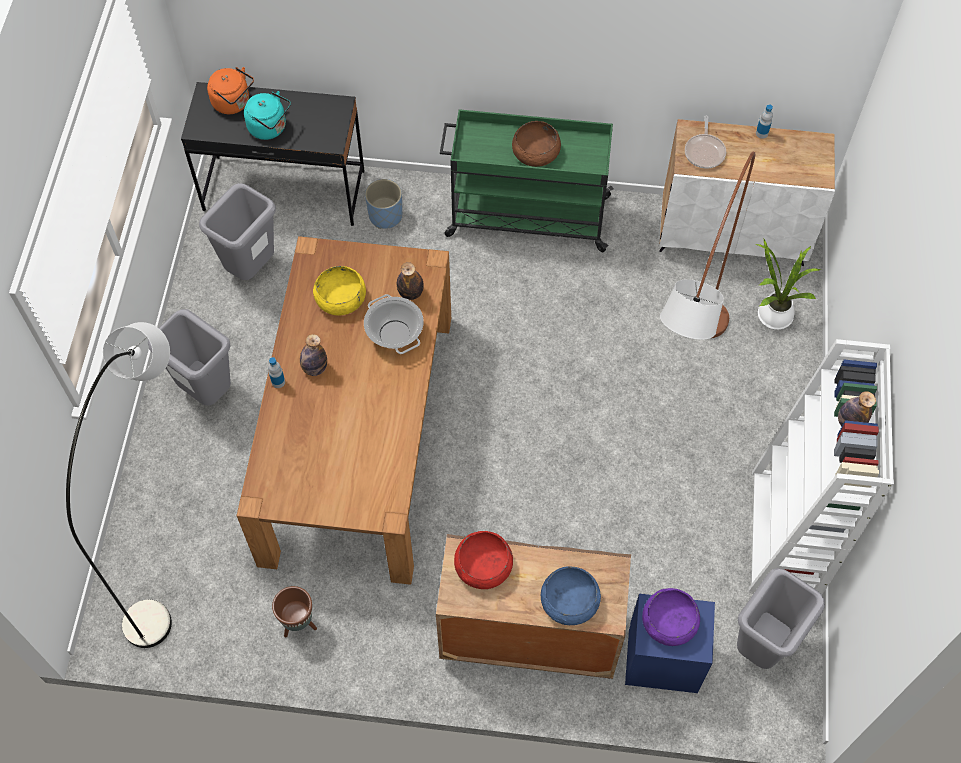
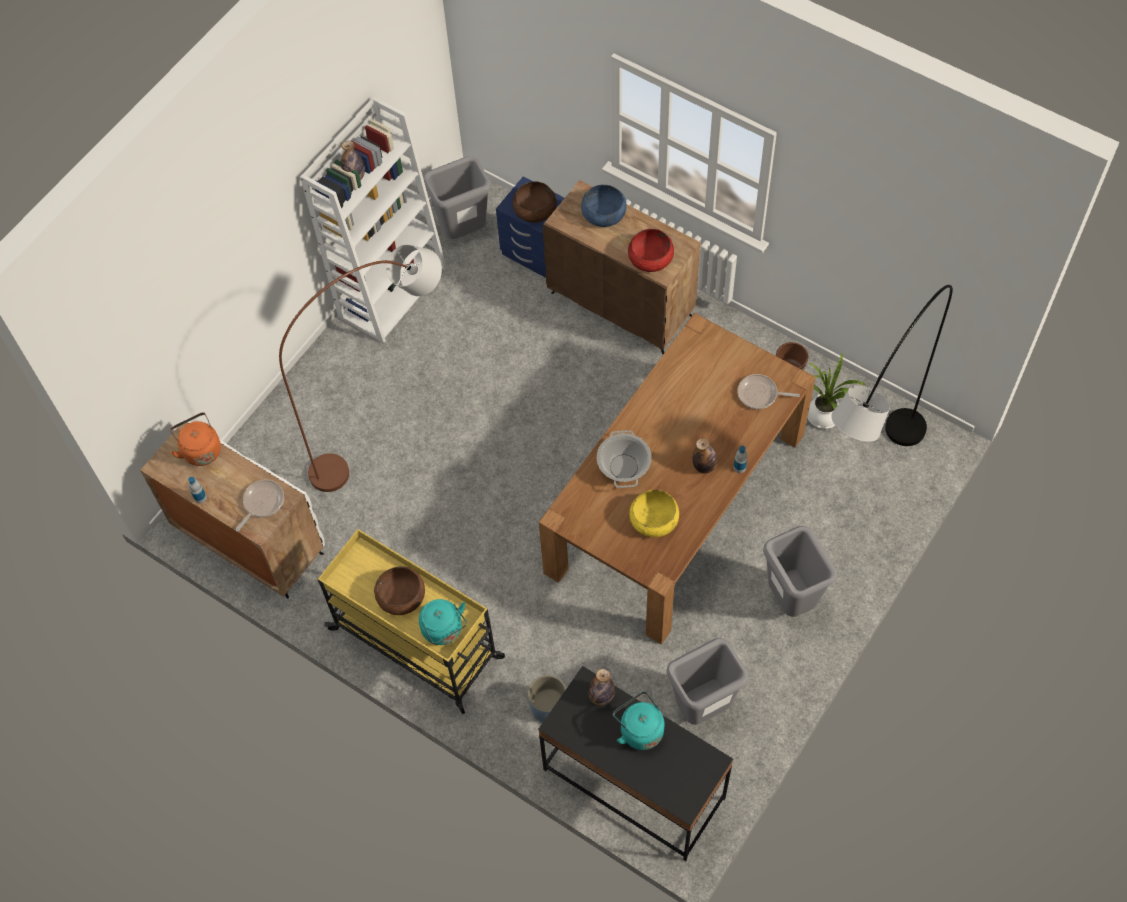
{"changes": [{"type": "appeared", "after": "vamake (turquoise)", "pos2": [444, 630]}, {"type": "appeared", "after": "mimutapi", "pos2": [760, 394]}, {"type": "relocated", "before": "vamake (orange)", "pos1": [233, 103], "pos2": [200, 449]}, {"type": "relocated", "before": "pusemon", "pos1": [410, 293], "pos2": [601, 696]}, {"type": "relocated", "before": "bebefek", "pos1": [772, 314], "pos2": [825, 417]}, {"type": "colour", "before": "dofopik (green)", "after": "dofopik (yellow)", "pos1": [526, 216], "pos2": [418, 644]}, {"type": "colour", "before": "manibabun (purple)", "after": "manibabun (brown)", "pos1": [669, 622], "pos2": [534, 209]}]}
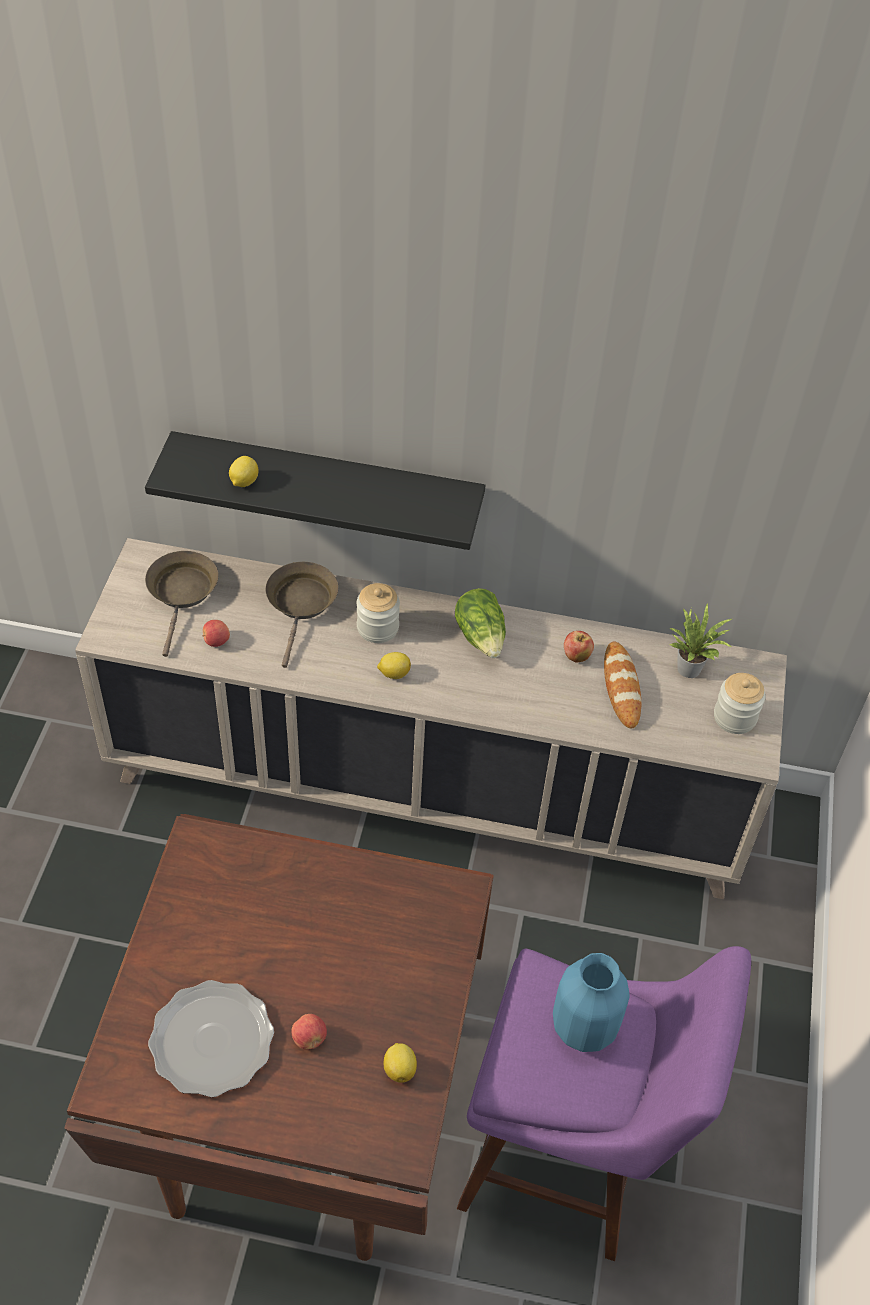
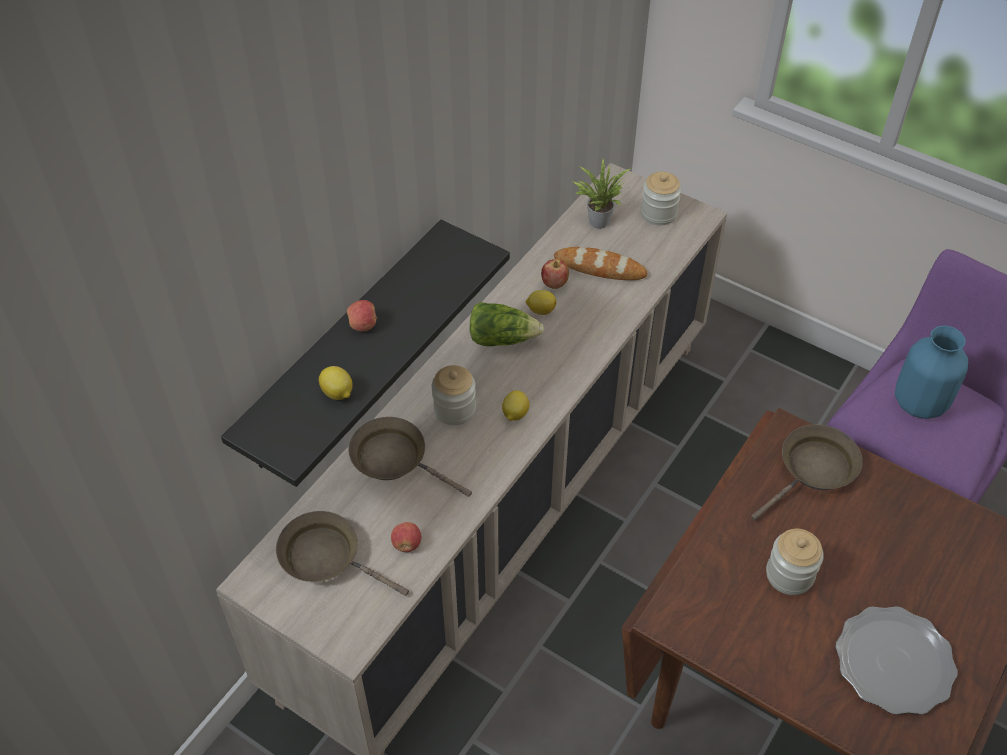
{"changes": [{"type": "appeared", "after": "mimutapi (brown)", "pos2": [813, 470]}, {"type": "appeared", "after": "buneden", "pos2": [789, 575]}, {"type": "relocated", "before": "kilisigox", "pos1": [309, 1038], "pos2": [363, 325]}, {"type": "relocated", "before": "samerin", "pos1": [400, 1068], "pos2": [540, 310]}]}
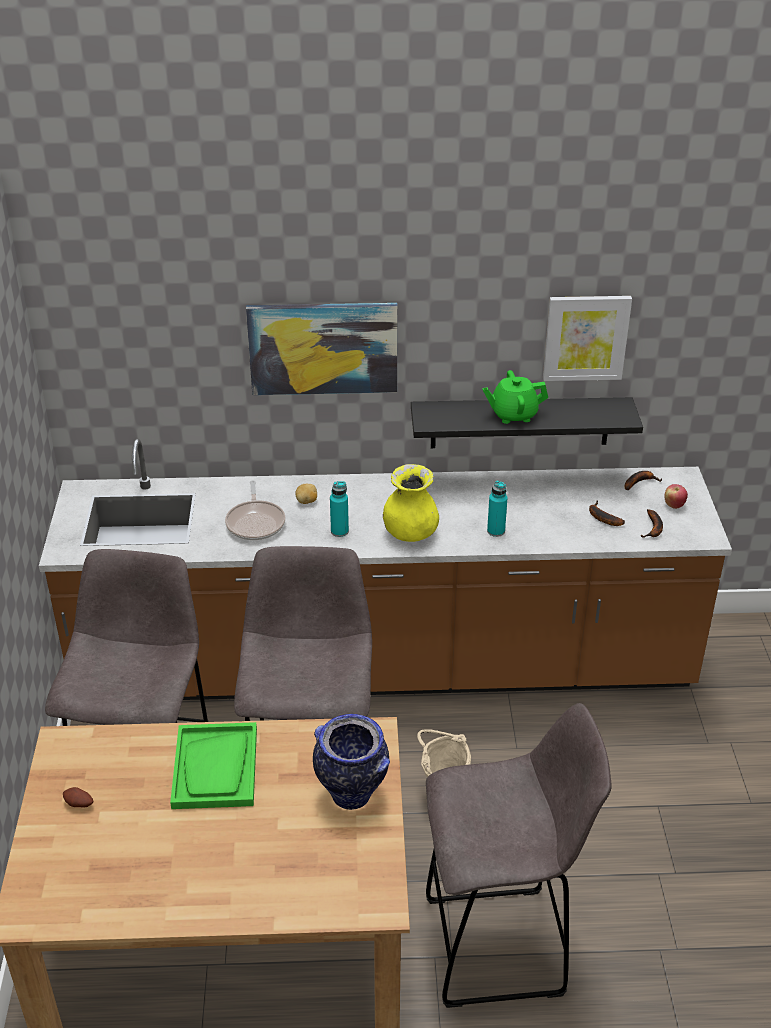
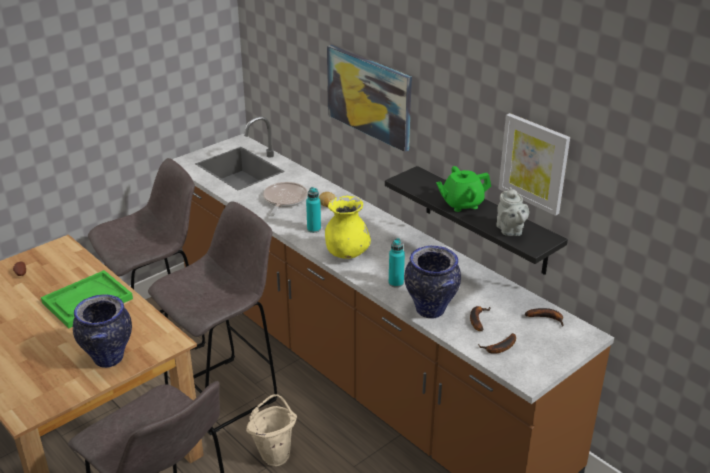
{"changes": [{"type": "missing", "before": "kilisigox", "pos1": [674, 505]}, {"type": "appeared", "after": "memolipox", "pos2": [431, 311]}, {"type": "appeared", "after": "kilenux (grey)", "pos2": [510, 231]}, {"type": "spun", "before": "mimutapi", "pos1": [256, 522], "pos2": [284, 200], "turn": 150}, {"type": "spun", "before": "kilenux (green)", "pos1": [513, 415], "pos2": [462, 204], "turn": -60}]}
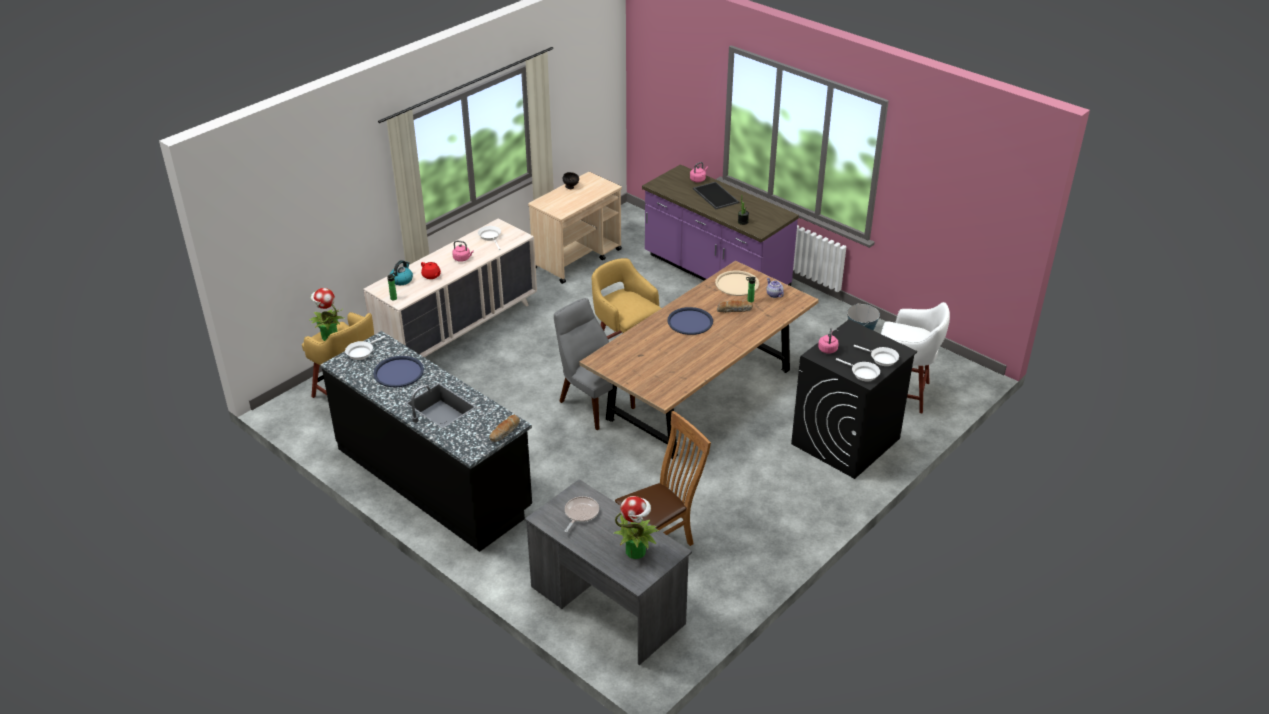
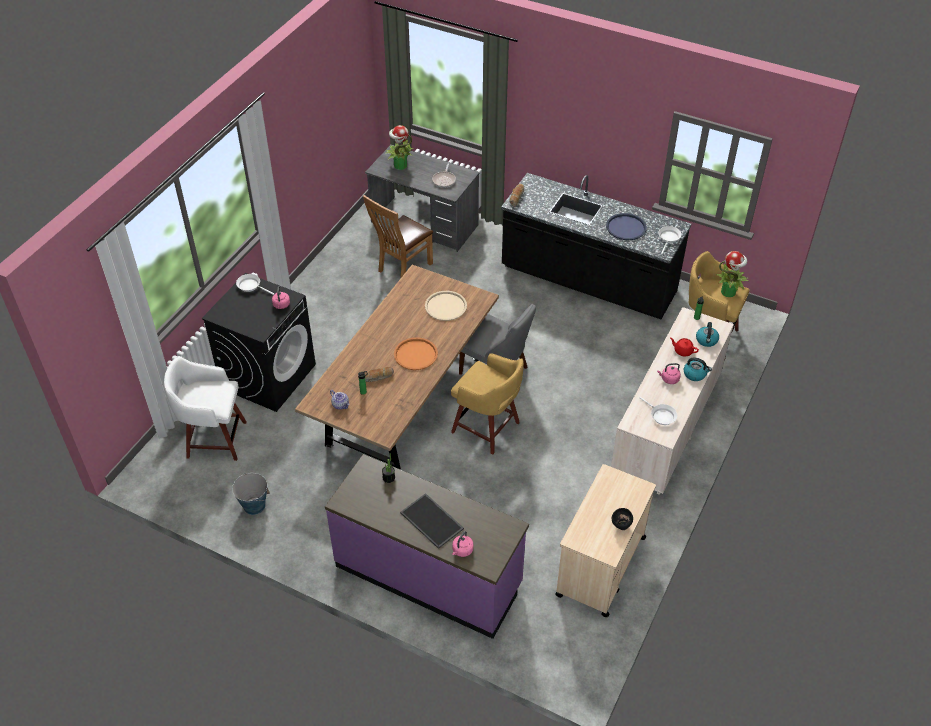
{"changes": [{"type": "missing", "before": "mimutapi (white)", "pos1": [881, 359]}, {"type": "appeared", "after": "vamake", "pos2": [695, 374]}, {"type": "relocated", "before": "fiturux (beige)", "pos1": [737, 284], "pos2": [445, 306]}, {"type": "colour", "before": "fiturux (blue)", "after": "fiturux (orange)", "pos1": [690, 322], "pos2": [415, 354]}]}
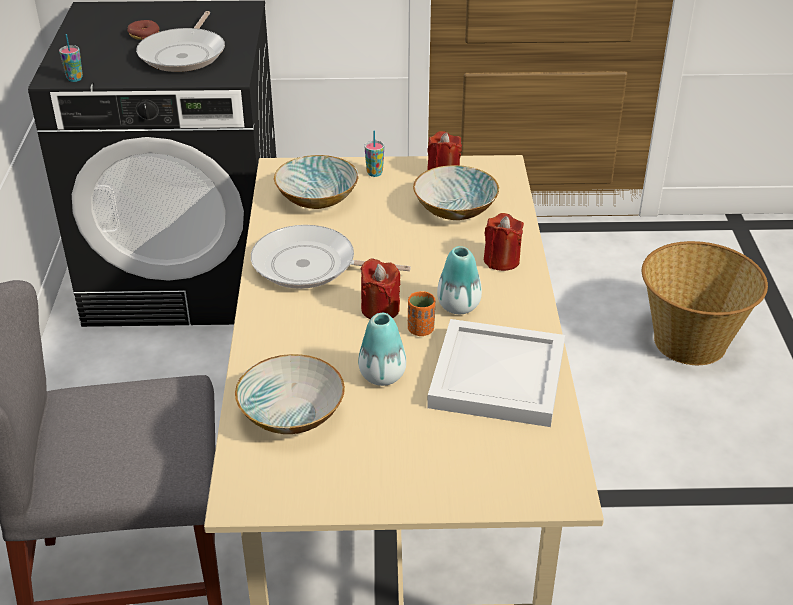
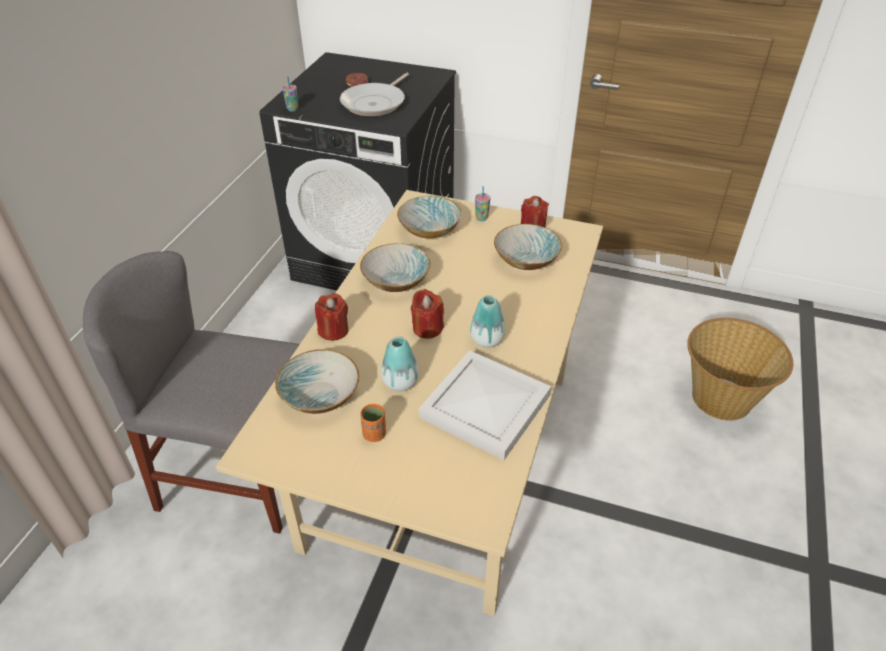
{"changes": [{"type": "relocated", "before": "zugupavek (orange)", "pos1": [421, 330], "pos2": [374, 434]}, {"type": "relocated", "before": "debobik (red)", "pos1": [501, 260], "pos2": [333, 330]}, {"type": "exchanged", "before": "mimutapi", "after": "manibabun", "pos1": [310, 266], "pos2": [396, 281]}]}
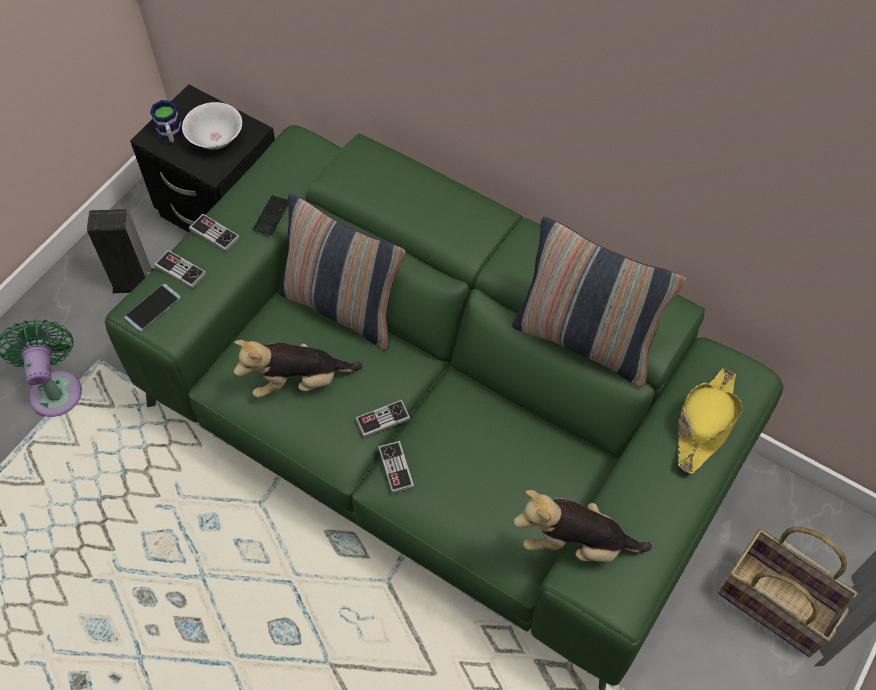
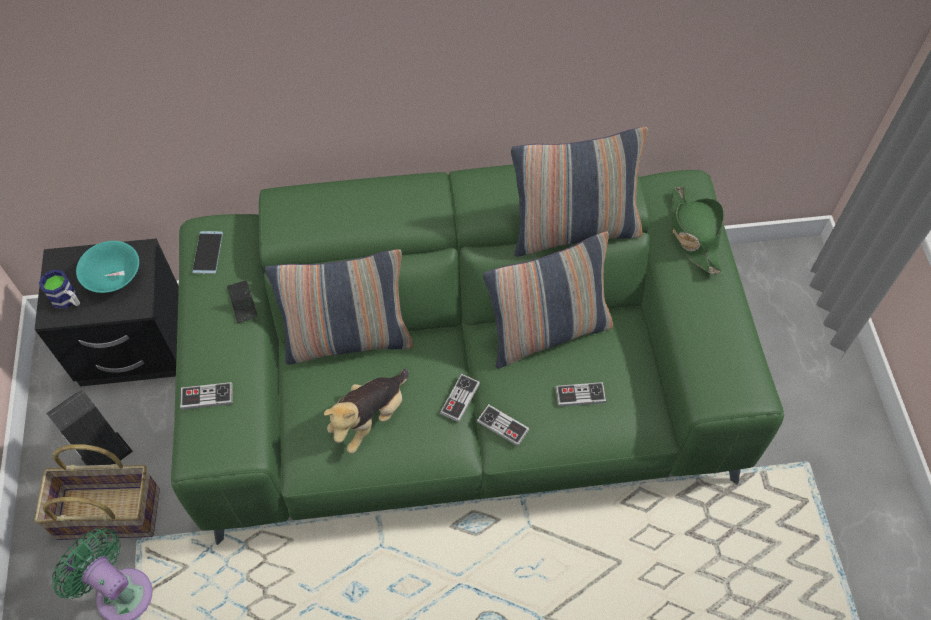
{"changes": [{"type": "missing", "before": "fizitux", "pos1": [575, 543]}, {"type": "appeared", "after": "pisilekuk", "pos2": [547, 332]}, {"type": "relocated", "before": "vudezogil", "pos1": [152, 307], "pos2": [208, 252]}, {"type": "relocated", "before": "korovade", "pos1": [214, 234], "pos2": [580, 395]}, {"type": "relocated", "before": "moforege", "pos1": [778, 602], "pos2": [110, 512]}, {"type": "colour", "before": "manibabun (white)", "after": "manibabun (turquoise)", "pos1": [216, 139], "pos2": [115, 278]}, {"type": "colour", "before": "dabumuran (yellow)", "after": "dabumuran (green)", "pos1": [705, 423], "pos2": [694, 234]}]}
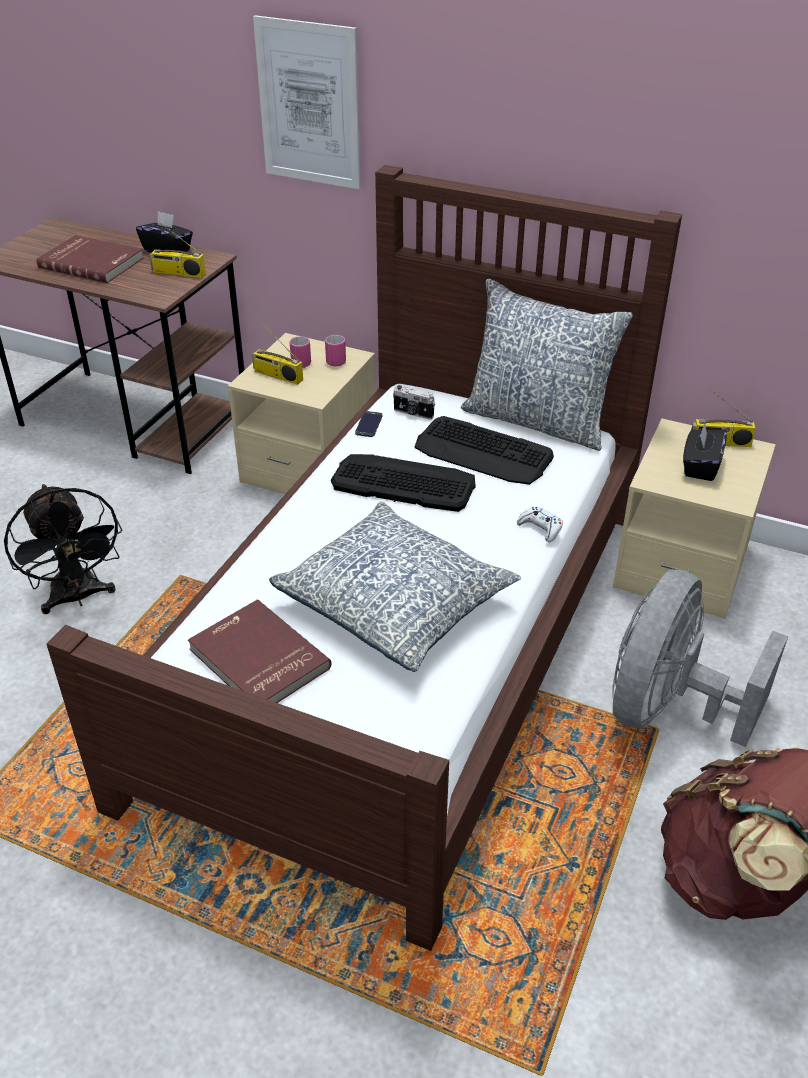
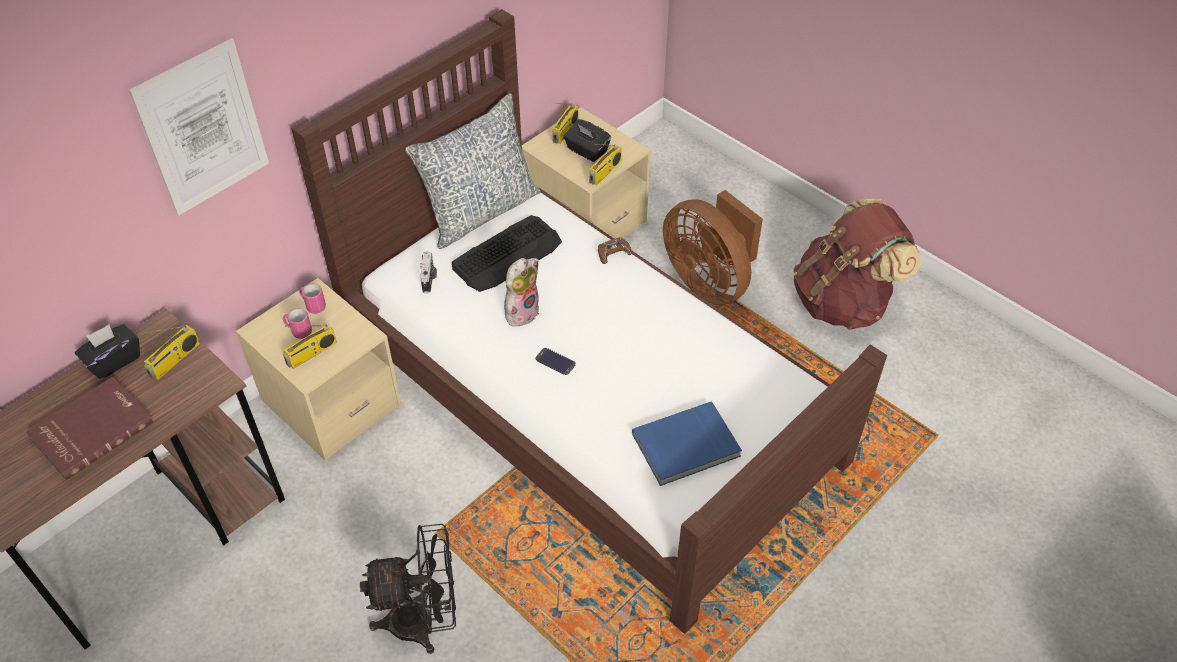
{"changes": [{"type": "missing", "before": "pisilekuk", "pos1": [395, 603]}, {"type": "appeared", "after": "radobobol", "pos2": [605, 172]}, {"type": "relocated", "before": "vudezogil", "pos1": [369, 424], "pos2": [555, 361]}, {"type": "exchanged", "before": "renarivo", "after": "fizitux", "pos1": [403, 483], "pos2": [521, 311]}, {"type": "colour", "before": "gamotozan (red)", "after": "gamotozan (blue)", "pos1": [257, 660], "pos2": [686, 446]}, {"type": "colour", "before": "korovade (white)", "after": "korovade (brown)", "pos1": [540, 528], "pos2": [613, 253]}, {"type": "colour", "before": "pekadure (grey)", "after": "pekadure (brown)", "pos1": [668, 708], "pos2": [709, 281]}, {"type": "spun", "before": "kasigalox", "pos1": [413, 413], "pos2": [429, 279], "turn": -45}]}
